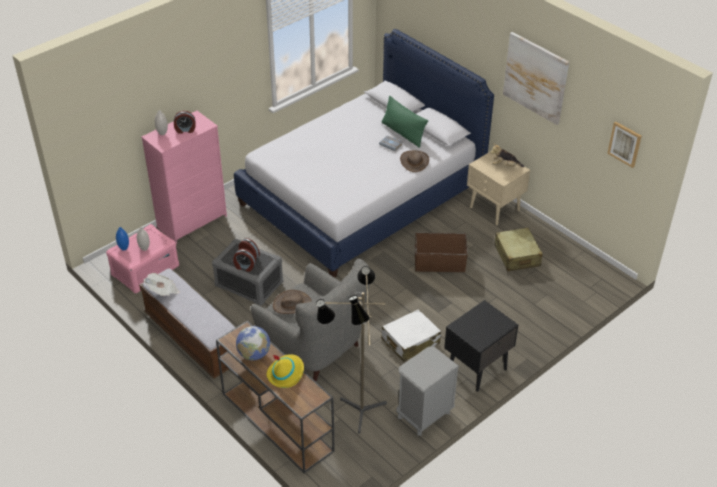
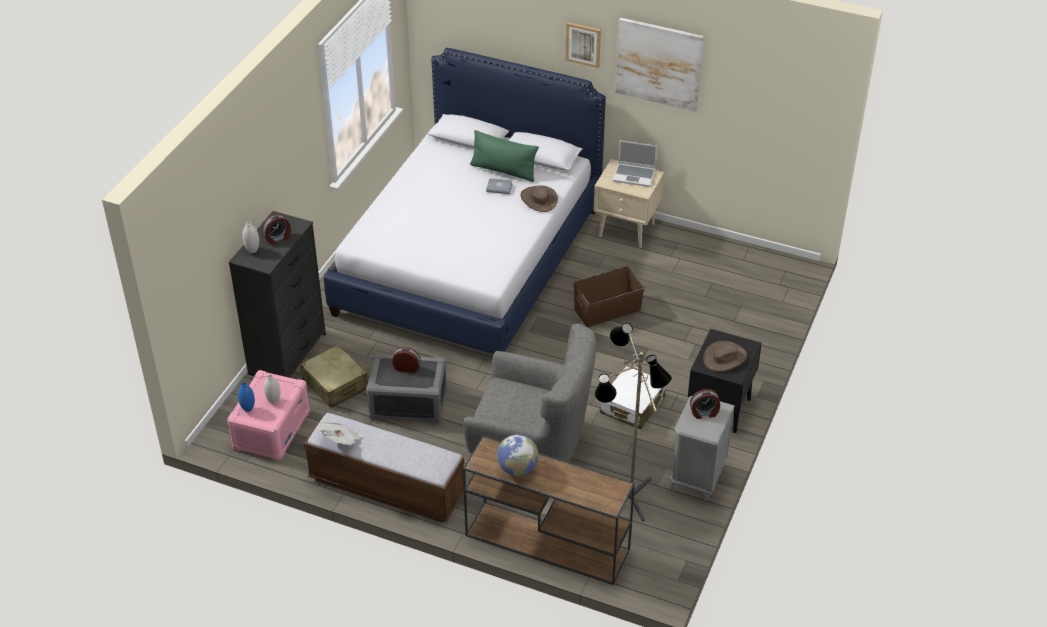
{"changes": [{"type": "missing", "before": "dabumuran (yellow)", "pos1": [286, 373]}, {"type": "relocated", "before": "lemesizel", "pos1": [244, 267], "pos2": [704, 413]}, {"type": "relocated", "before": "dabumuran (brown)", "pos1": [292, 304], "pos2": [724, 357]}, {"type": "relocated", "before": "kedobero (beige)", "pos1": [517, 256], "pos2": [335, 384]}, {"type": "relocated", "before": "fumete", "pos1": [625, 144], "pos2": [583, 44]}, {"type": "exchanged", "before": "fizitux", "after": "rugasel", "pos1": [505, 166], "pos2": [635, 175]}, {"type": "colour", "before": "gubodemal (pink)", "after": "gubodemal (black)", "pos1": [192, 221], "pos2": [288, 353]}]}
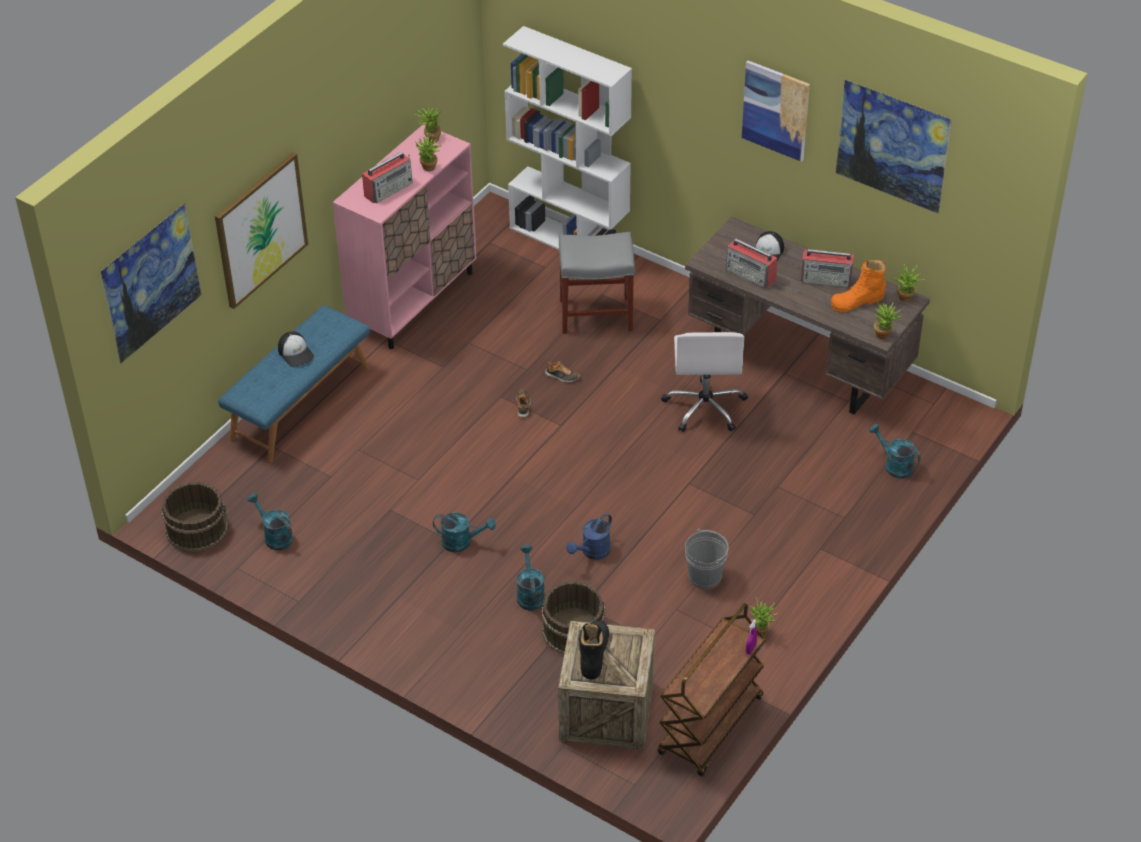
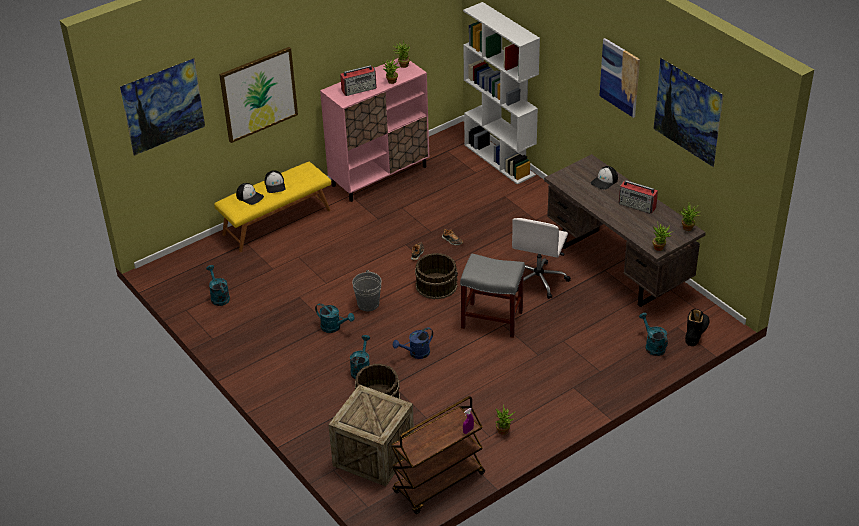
{"changes": [{"type": "missing", "before": "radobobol", "pos1": [751, 275]}, {"type": "missing", "before": "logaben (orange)", "pos1": [857, 301]}, {"type": "appeared", "after": "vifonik", "pos2": [250, 196]}, {"type": "relocated", "before": "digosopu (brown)", "pos1": [197, 528], "pos2": [436, 285]}, {"type": "relocated", "before": "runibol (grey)", "pos1": [597, 314], "pos2": [493, 320]}, {"type": "relocated", "before": "logaben (black)", "pos1": [594, 653], "pos2": [696, 332]}, {"type": "relocated", "before": "digosopu (grey)", "pos1": [705, 576], "pos2": [368, 304]}, {"type": "colour", "before": "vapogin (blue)", "after": "vapogin (yellow)", "pos1": [300, 403], "pos2": [276, 222]}]}
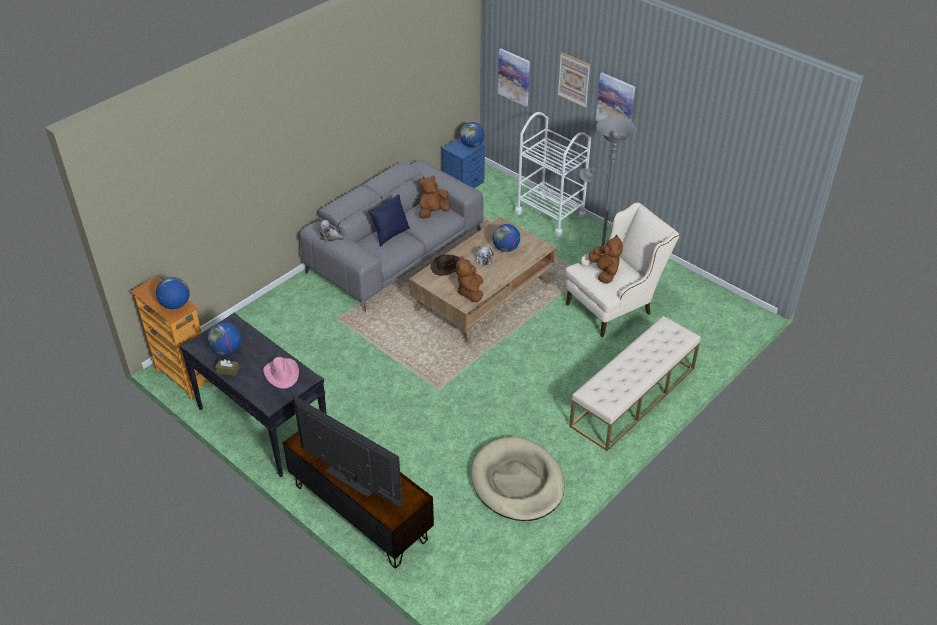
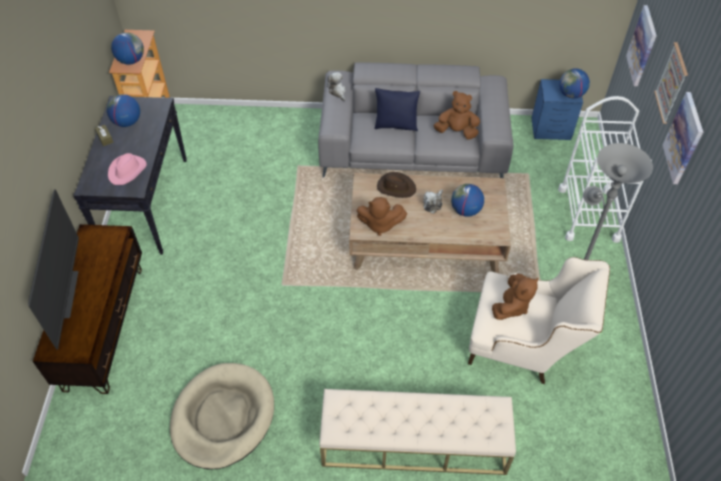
{"changes": [{"type": "spun", "before": "fizitux (brown)", "pos1": [470, 292], "pos2": [380, 224], "turn": -135}]}
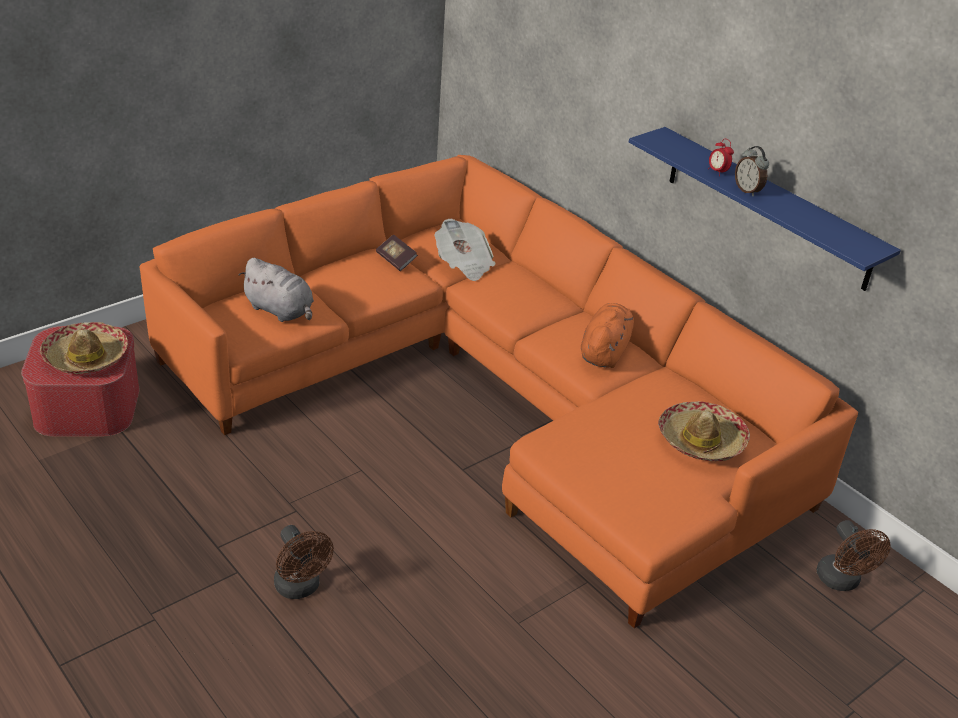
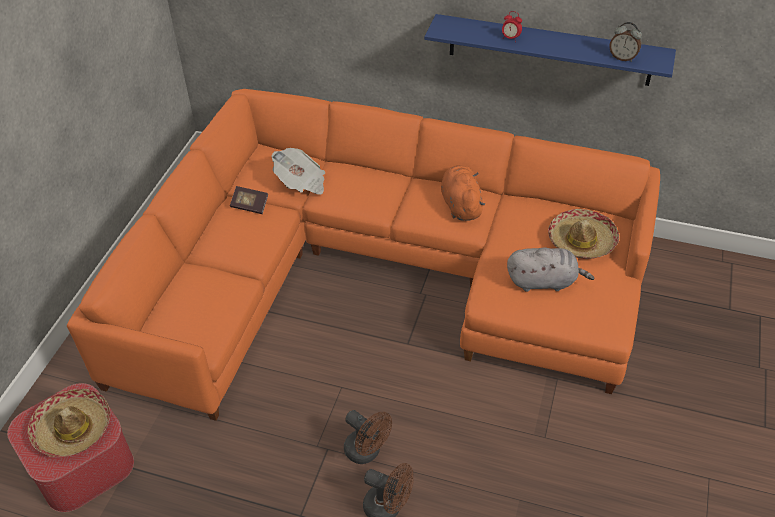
{"changes": [{"type": "relocated", "before": "fizitux (grey)", "pos1": [280, 311], "pos2": [544, 281]}, {"type": "relocated", "before": "lemesizel", "pos1": [748, 190], "pos2": [622, 58]}, {"type": "relocated", "before": "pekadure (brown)", "pos1": [842, 582], "pos2": [367, 452]}]}
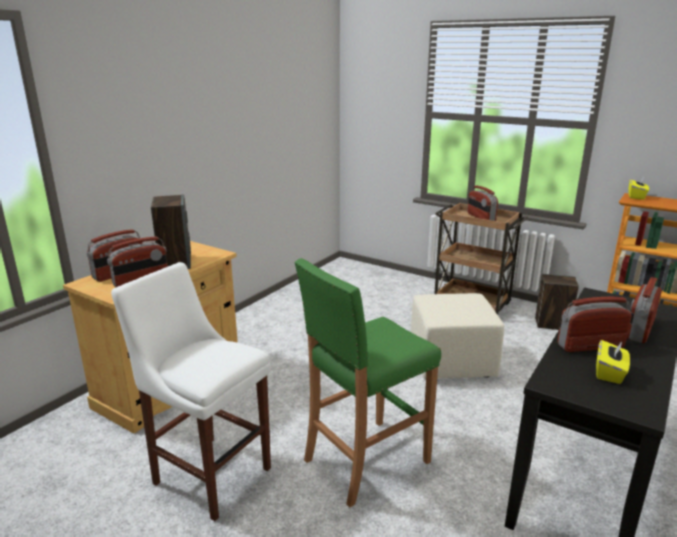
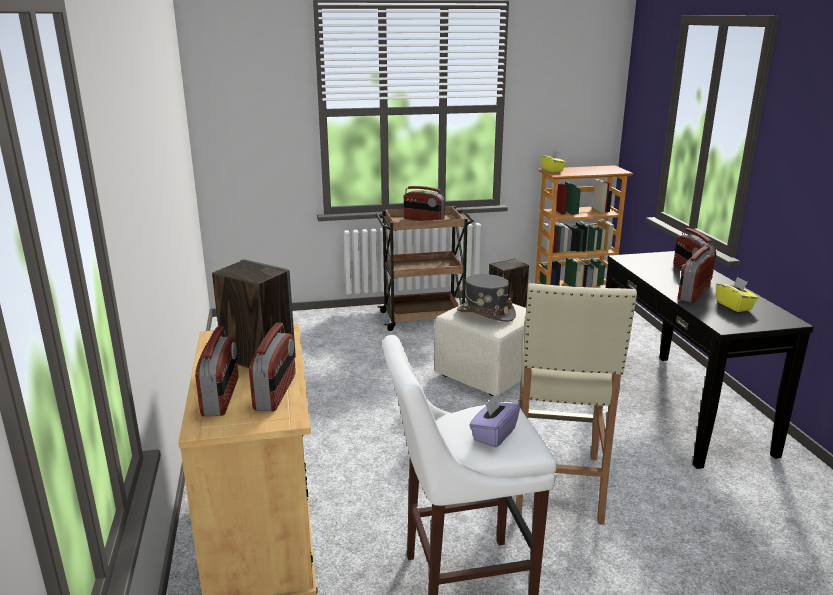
{"changes": [{"type": "appeared", "after": "dabumuran (grey)", "pos2": [485, 313]}, {"type": "appeared", "after": "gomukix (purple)", "pos2": [493, 435]}, {"type": "colour", "before": "runibol (green)", "after": "runibol (beige)", "pos1": [365, 461], "pos2": [557, 485]}]}
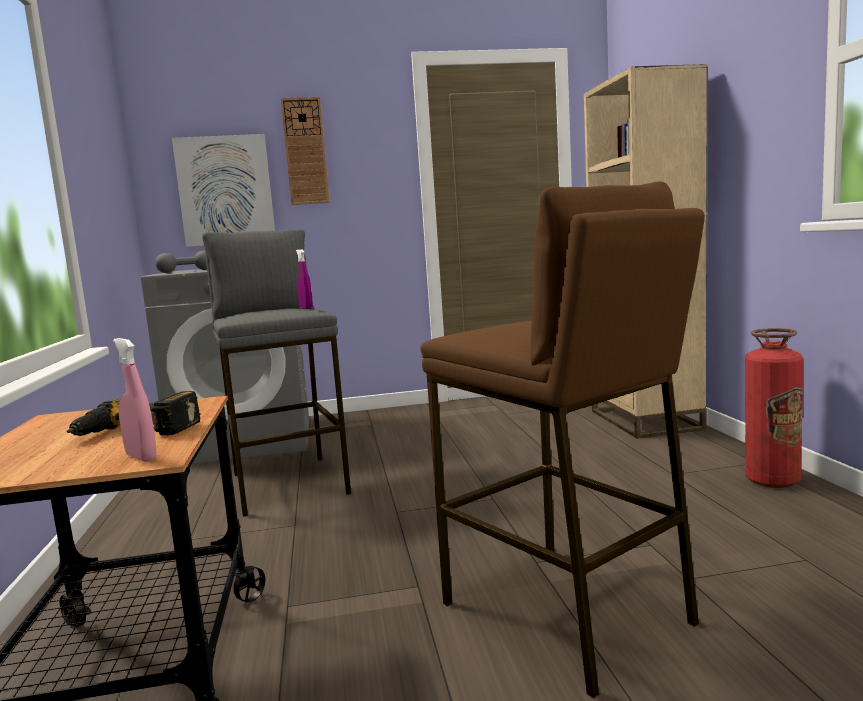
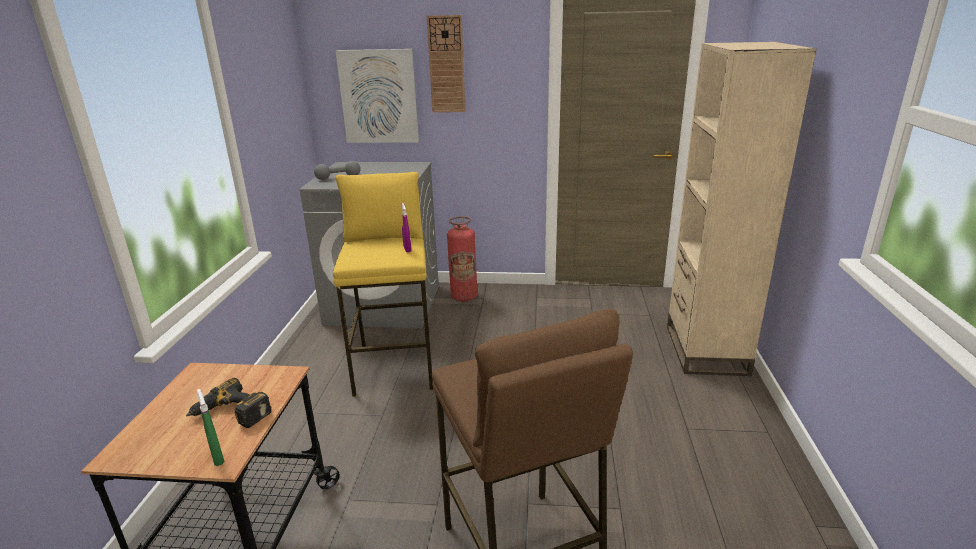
{"changes": [{"type": "relocated", "before": "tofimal", "pos1": [772, 480], "pos2": [464, 297]}, {"type": "colour", "before": "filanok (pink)", "after": "filanok (green)", "pos1": [141, 457], "pos2": [217, 457]}, {"type": "colour", "before": "runibol (grey)", "after": "runibol (yellow)", "pos1": [288, 483], "pos2": [395, 366]}]}
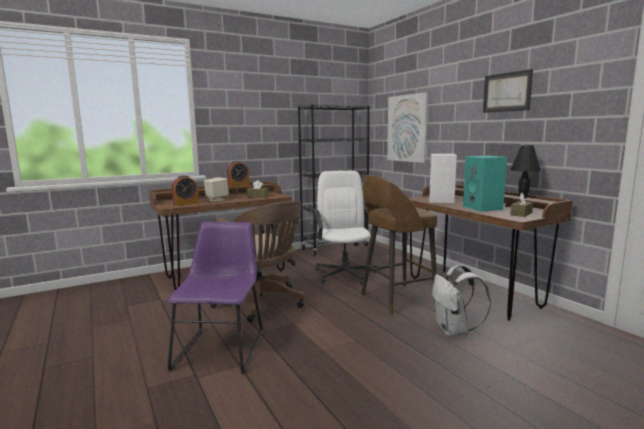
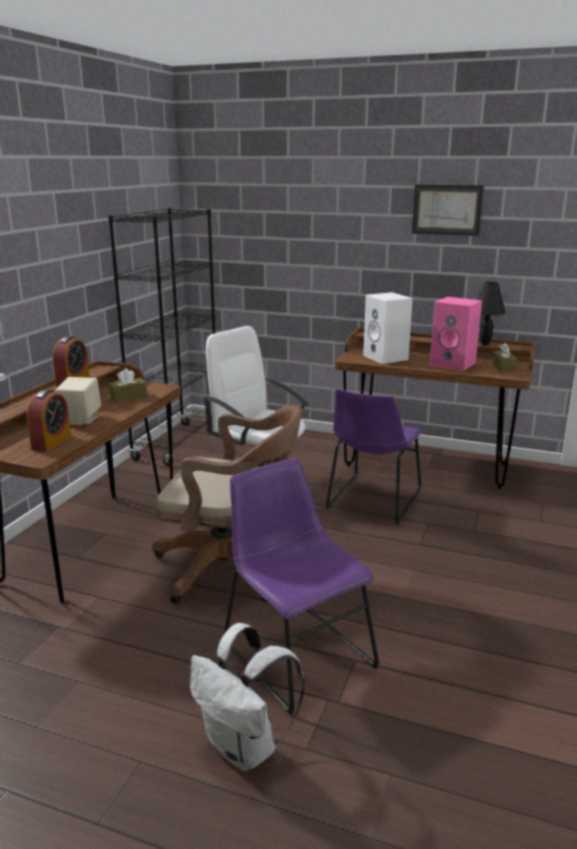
{"changes": [{"type": "missing", "before": "fumete", "pos1": [406, 128]}, {"type": "relocated", "before": "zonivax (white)", "pos1": [454, 331], "pos2": [245, 747]}, {"type": "exchanged", "before": "runibol (brown)", "after": "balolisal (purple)", "pos1": [396, 299], "pos2": [372, 501]}, {"type": "colour", "before": "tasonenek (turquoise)", "after": "tasonenek (pink)", "pos1": [483, 208], "pos2": [454, 364]}]}
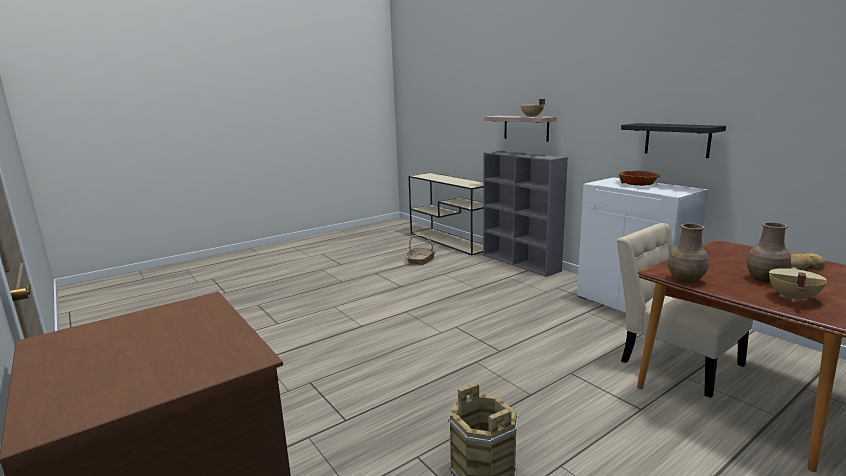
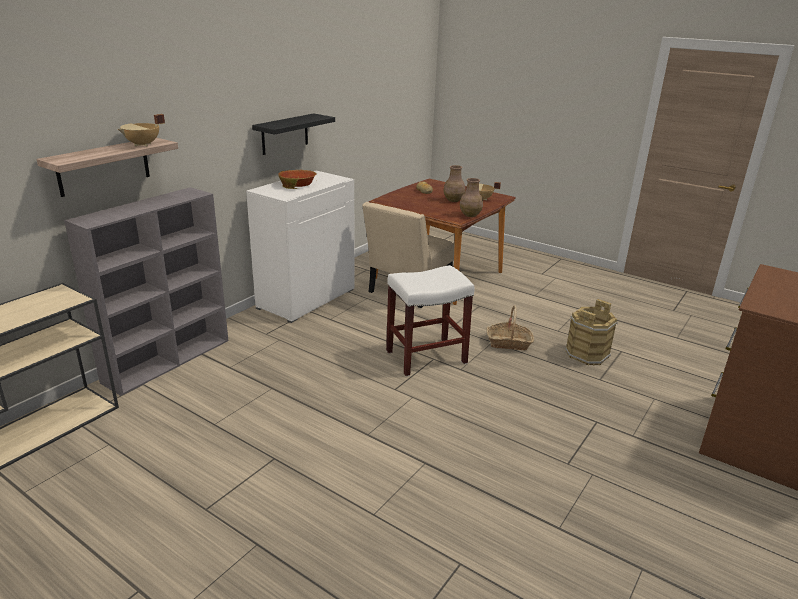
{"changes": [{"type": "appeared", "after": "runibol (white)", "pos2": [426, 356]}, {"type": "relocated", "before": "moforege", "pos1": [420, 260], "pos2": [509, 343]}]}
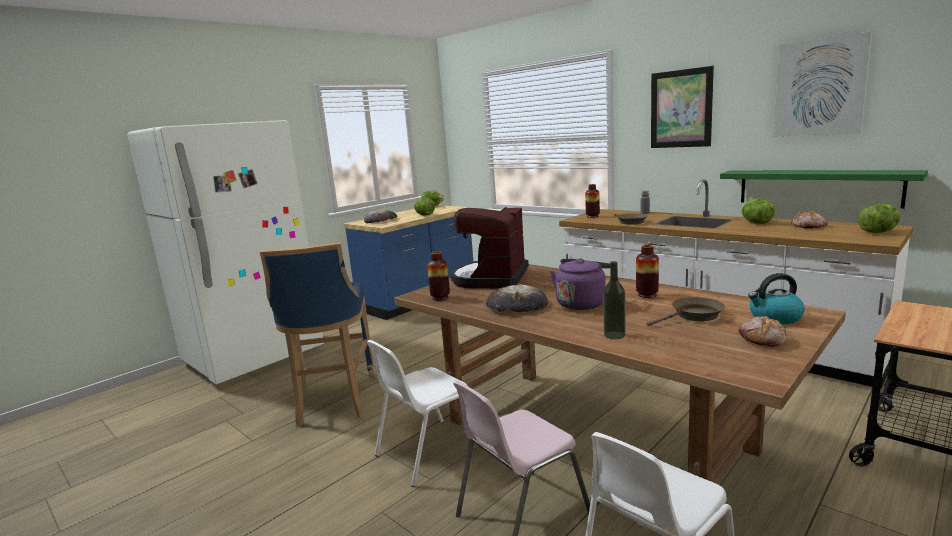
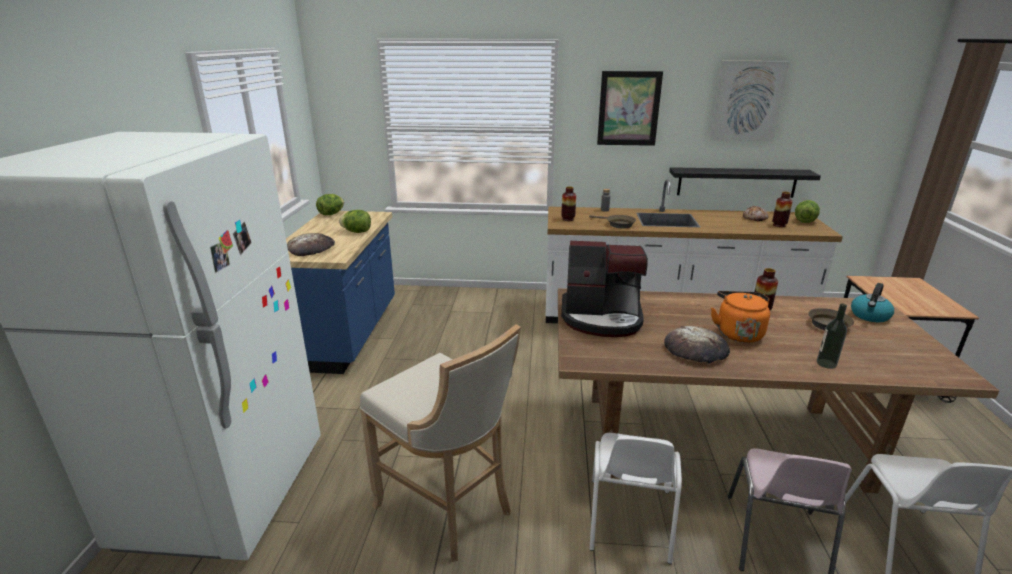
{"changes": [{"type": "missing", "before": "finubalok", "pos1": [763, 339]}, {"type": "missing", "before": "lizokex", "pos1": [756, 223]}, {"type": "relocated", "before": "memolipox", "pos1": [440, 298], "pos2": [779, 225]}, {"type": "colour", "before": "runibol (blue)", "after": "runibol (beige)", "pos1": [334, 402], "pos2": [448, 509]}, {"type": "colour", "before": "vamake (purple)", "after": "vamake (orange)", "pos1": [582, 303], "pos2": [738, 333]}, {"type": "colour", "before": "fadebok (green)", "after": "fadebok (black)", "pos1": [817, 187], "pos2": [736, 182]}, {"type": "spun", "before": "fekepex", "pos1": [491, 278], "pos2": [602, 318], "turn": -60}]}
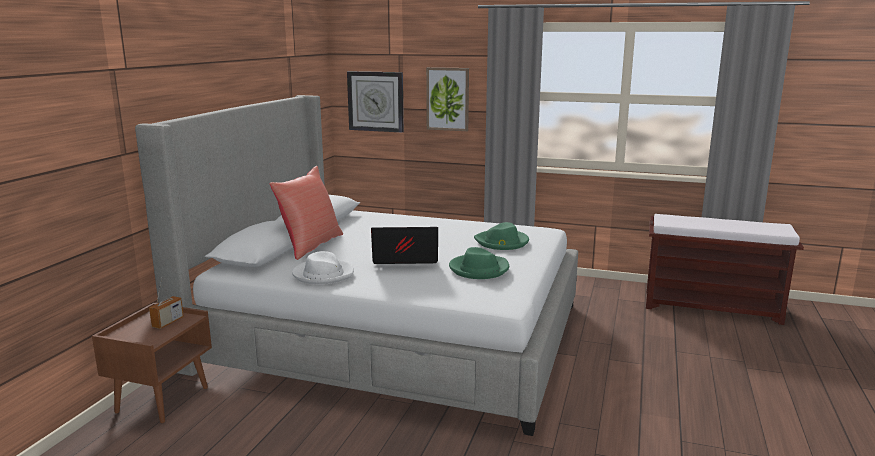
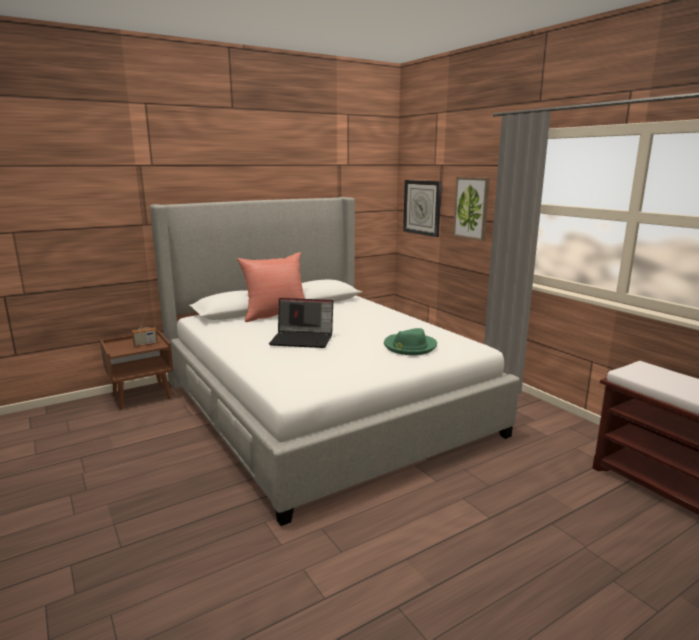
{"changes": [{"type": "missing", "before": "dabumuran (white)", "pos1": [323, 274]}, {"type": "missing", "before": "dabumuran (green)", "pos1": [479, 269]}, {"type": "spun", "before": "rugasel", "pos1": [404, 259], "pos2": [303, 339], "turn": 150}]}
